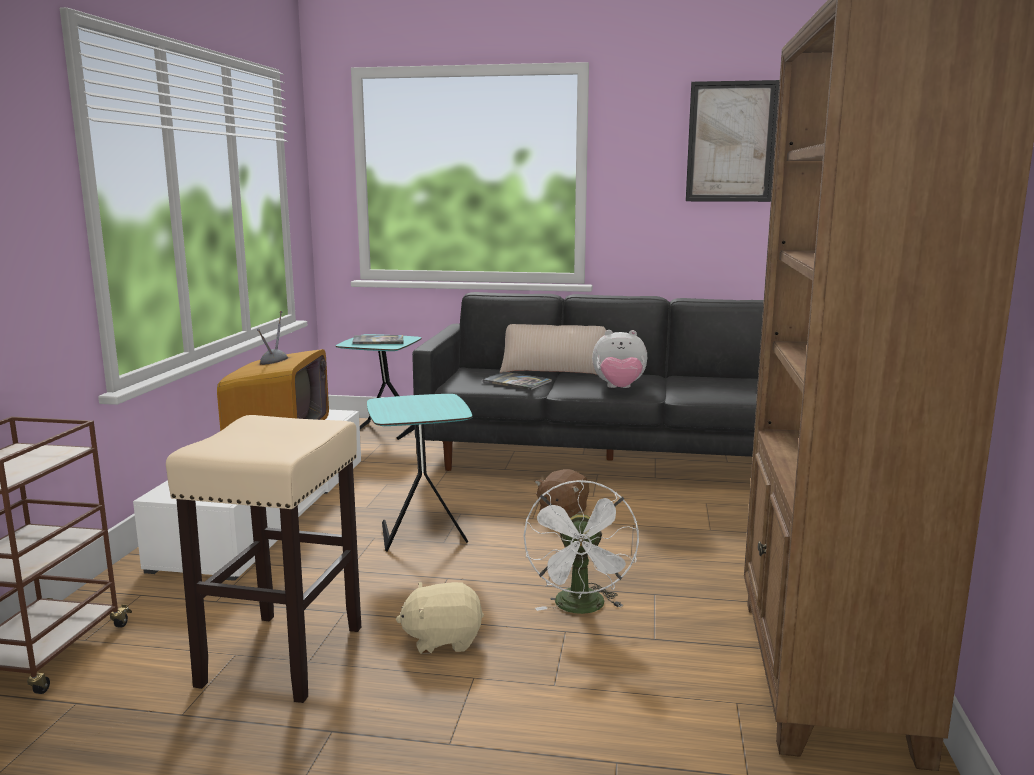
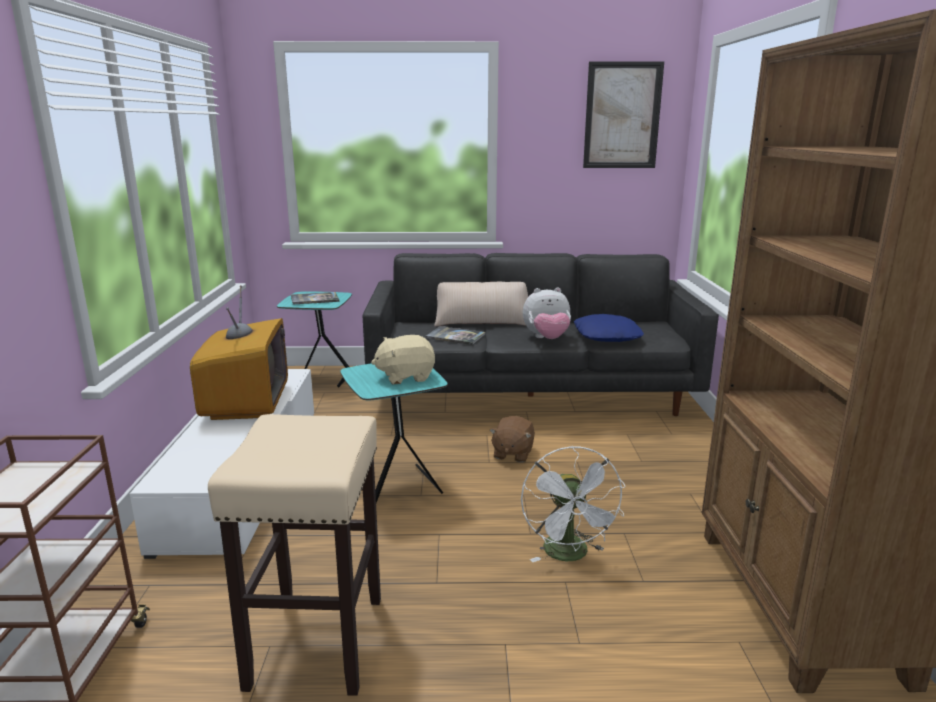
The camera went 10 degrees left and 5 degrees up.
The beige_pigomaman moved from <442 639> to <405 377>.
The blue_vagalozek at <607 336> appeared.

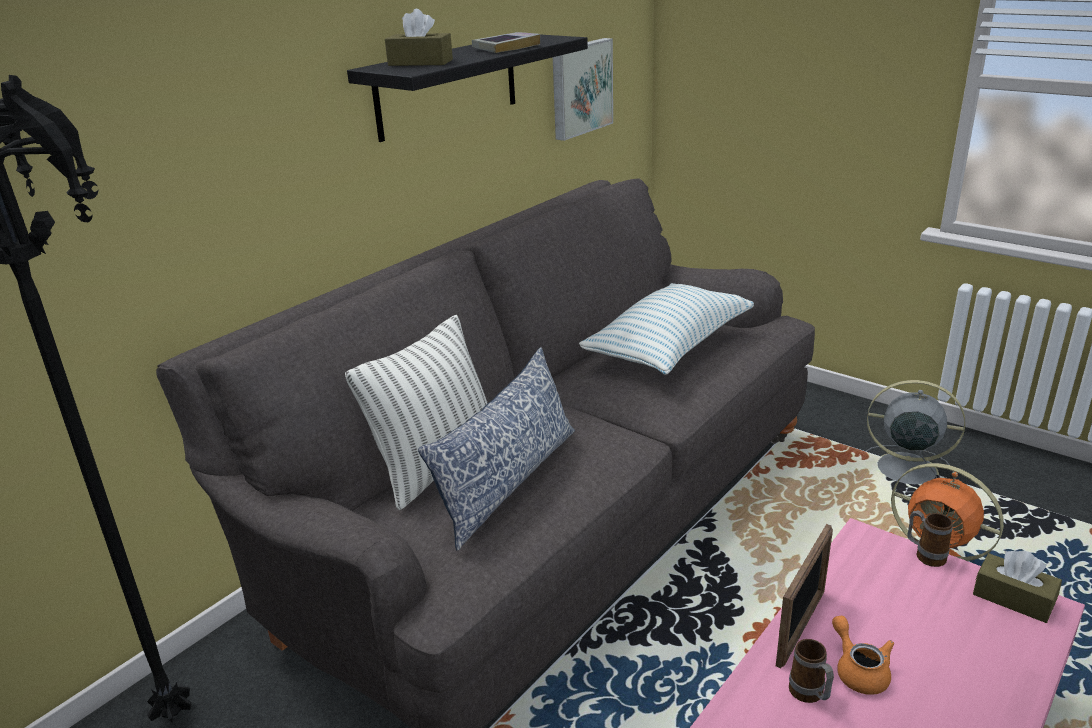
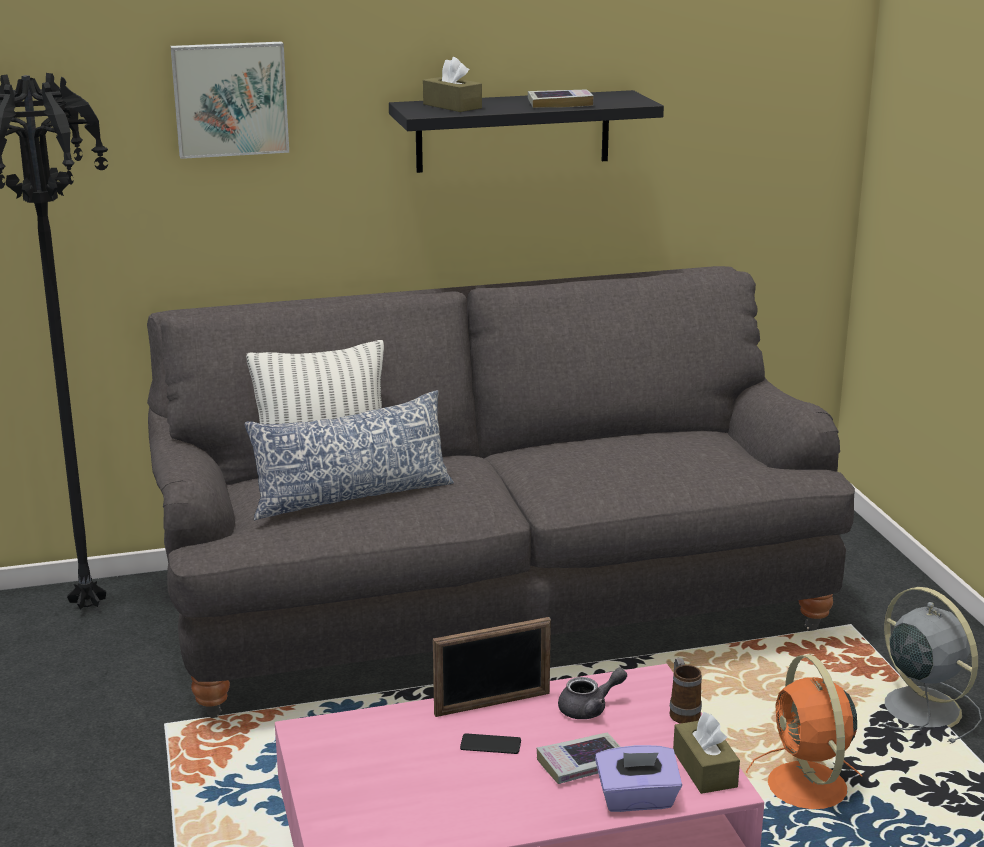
The camera went 35 degrees right and 5 degrees down.
The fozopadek moved from <580 88> to <230 99>.
The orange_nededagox at <859 670> was replaced by the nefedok at <490 744>.
The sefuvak at <583 764> appeared.
The grey_nededagox at <589 708> appeared.
The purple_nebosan at <637 800> appeared.
The vagalozek at <669 348> disappeared.
The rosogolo at <810 696> disappeared.

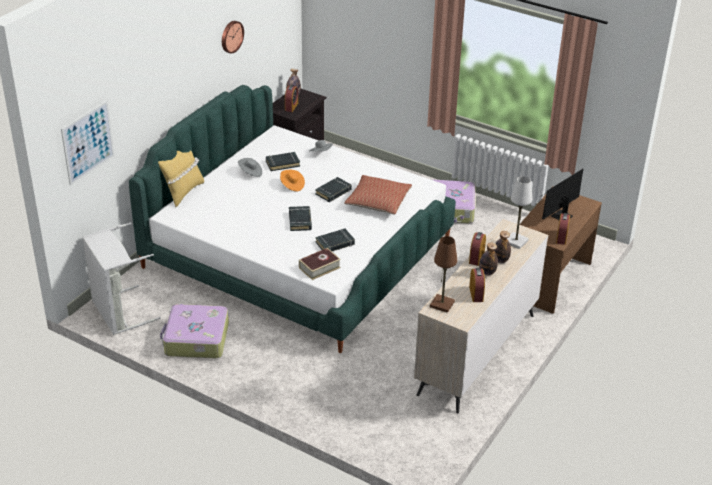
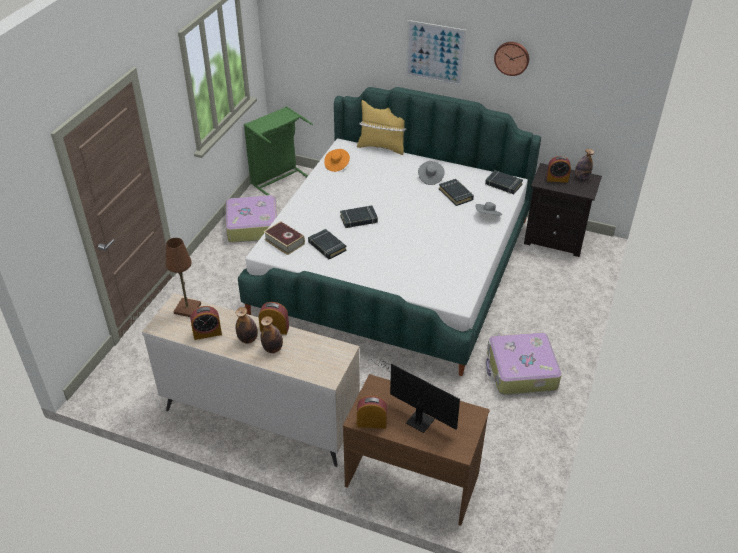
The camera went 80 degrees right and 5 degrees up.
The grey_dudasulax at <118 312> became the green_dudasulax at <279 180>.
The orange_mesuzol moved from <292 185> to <337 165>.
The fozopadek moved from <88 142> to <435 53>.
The black_sefuvak moved from <333 192> to <503 184>.
The vagalozek at <378 202> disappeared.
The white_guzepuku at <516 241> disappeared.

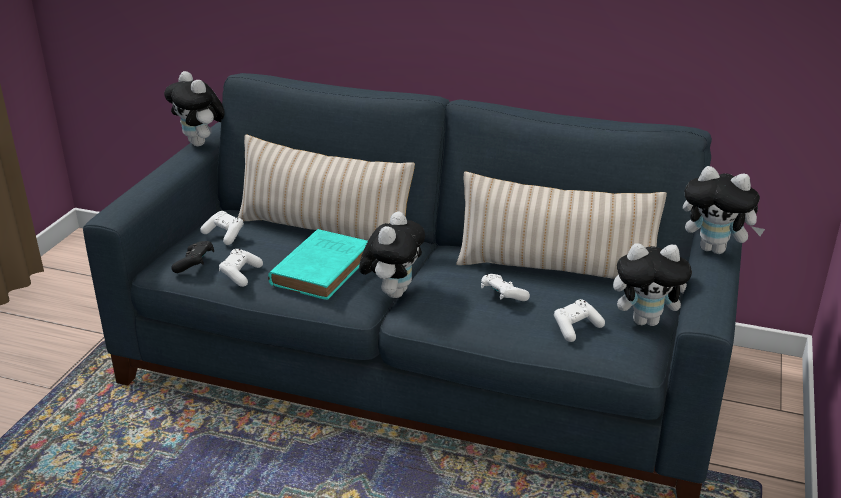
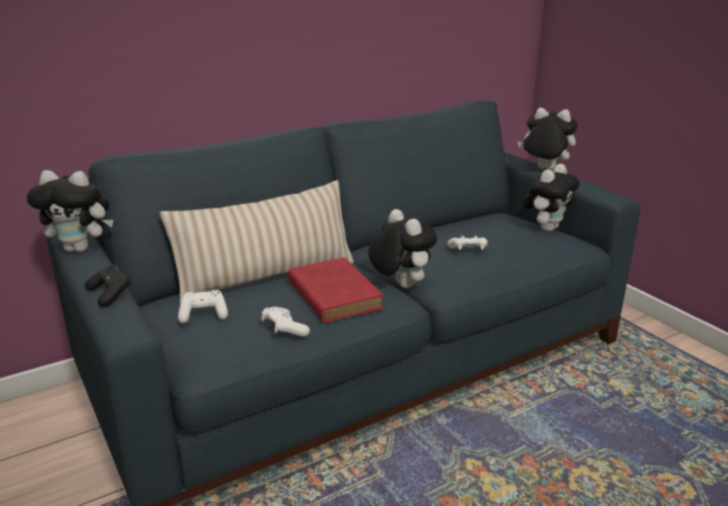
The camera went 50 degrees left and 5 degrees down.
The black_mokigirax moved from <195 264> to <111 294>.
The turquoise_sefuvak at <323 268> became the red_sefuvak at <333 294>.
The pigomaman at <715 249> turned 135 degrees counterclockwise.
The beige_vagalozek at <555 269> disappeared.
The white_mokigirax at <576 328> disappeared.

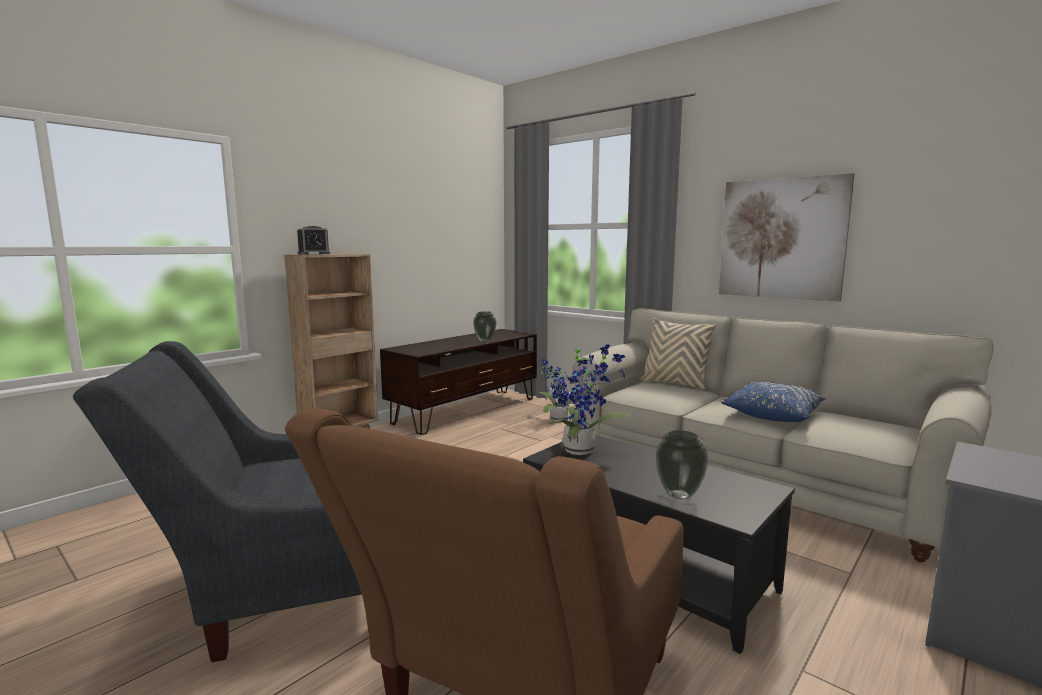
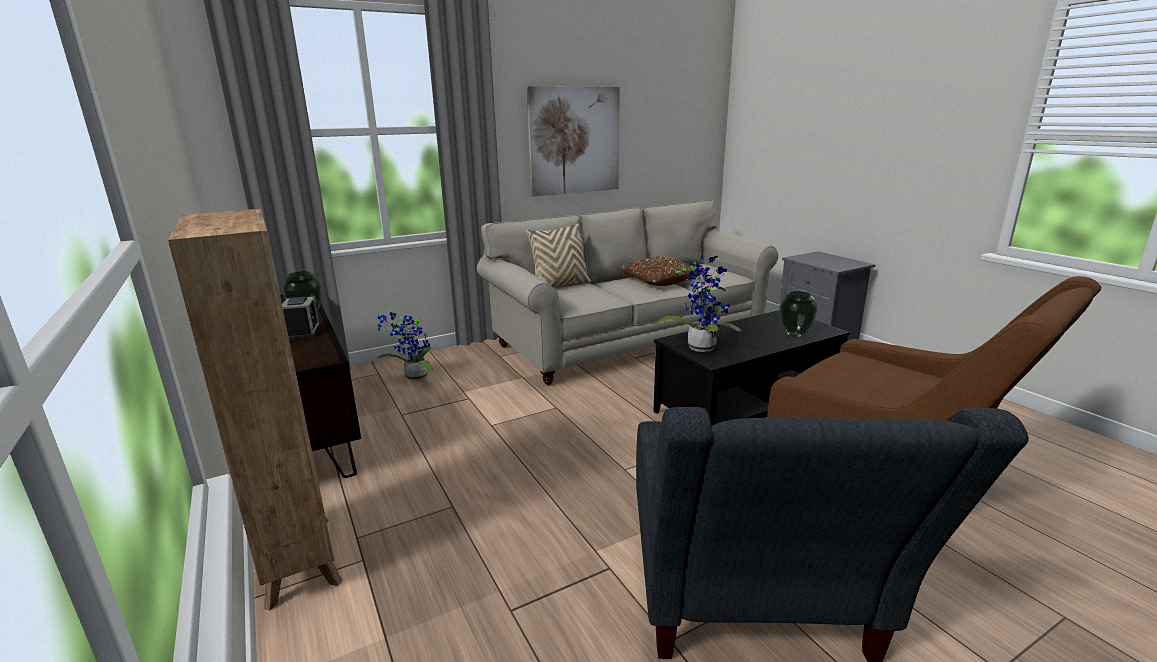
The camera went 70 degrees left and 10 degrees up.
The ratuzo moved from <314 254> to <303 332>.
The blue_vagalozek at <773 415> became the brown_vagalozek at <658 282>.

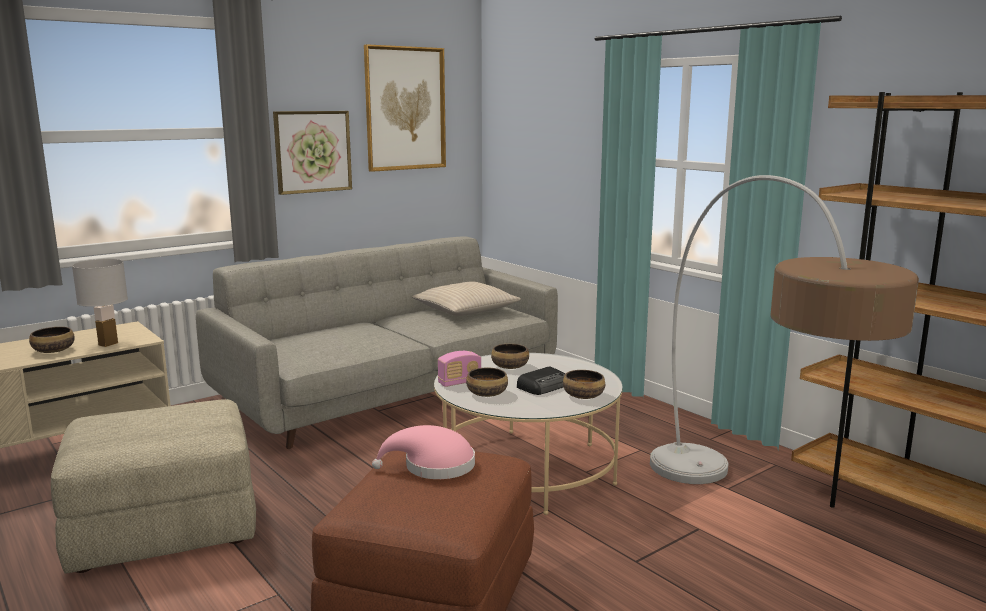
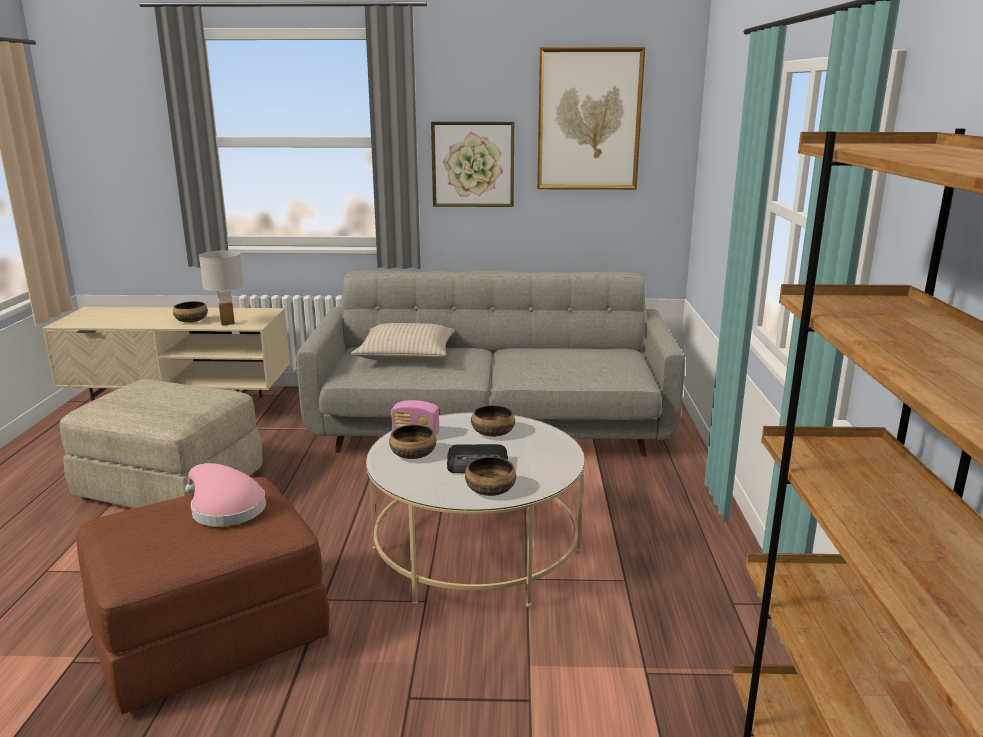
The camera went 40 degrees right and 5 degrees up.
The beige_vagalozek moved from <465 310> to <406 355>.
The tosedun at <753 517> disappeared.

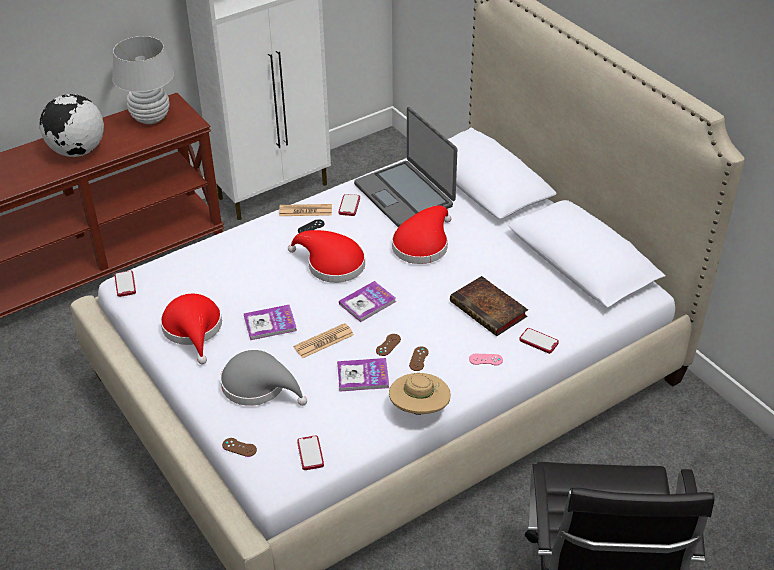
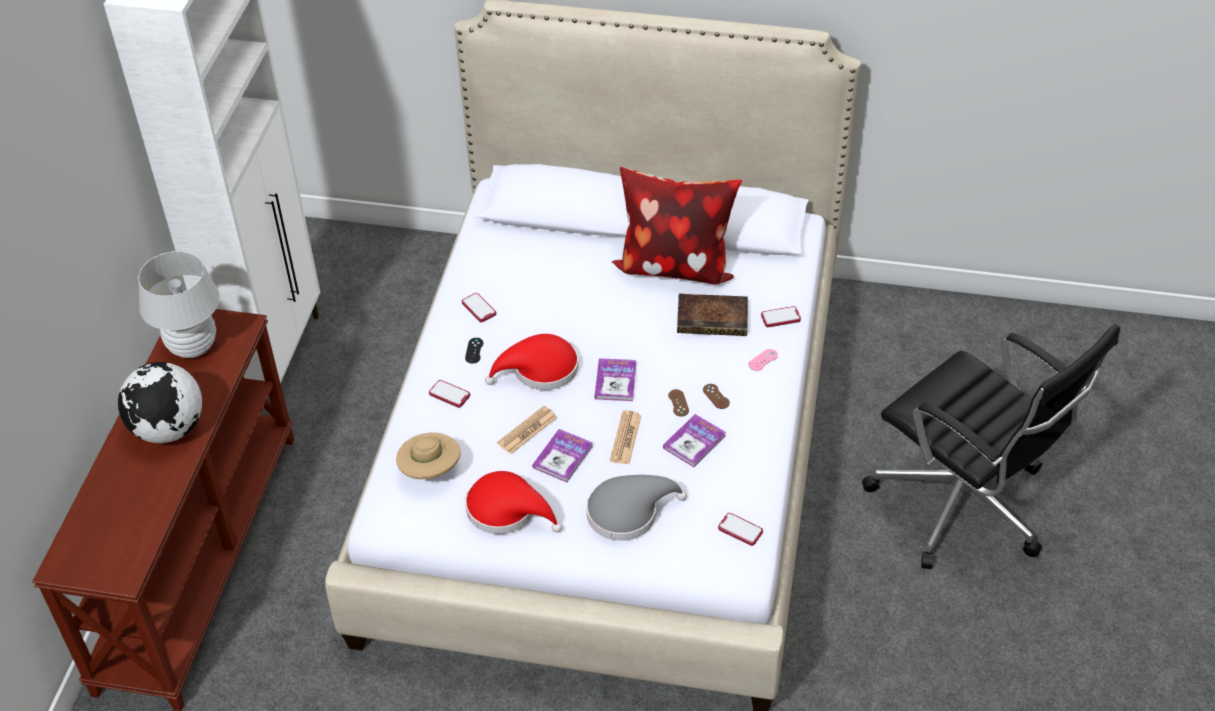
The camera went 45 degrees left and 5 degrees up.
The beige_mesuzol moved from <419 409> to <430 471>.
The nefedok moved from <125 284> to <449 394>.
The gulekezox moved from <305 211> to <527 430>.
The vagalozek at <674 265> appeared.
The brown_mokigirax at <239 447> disappeared.
The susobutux at <405 194> disappeared.
The red_mesuzol at <422 244> disappeared.

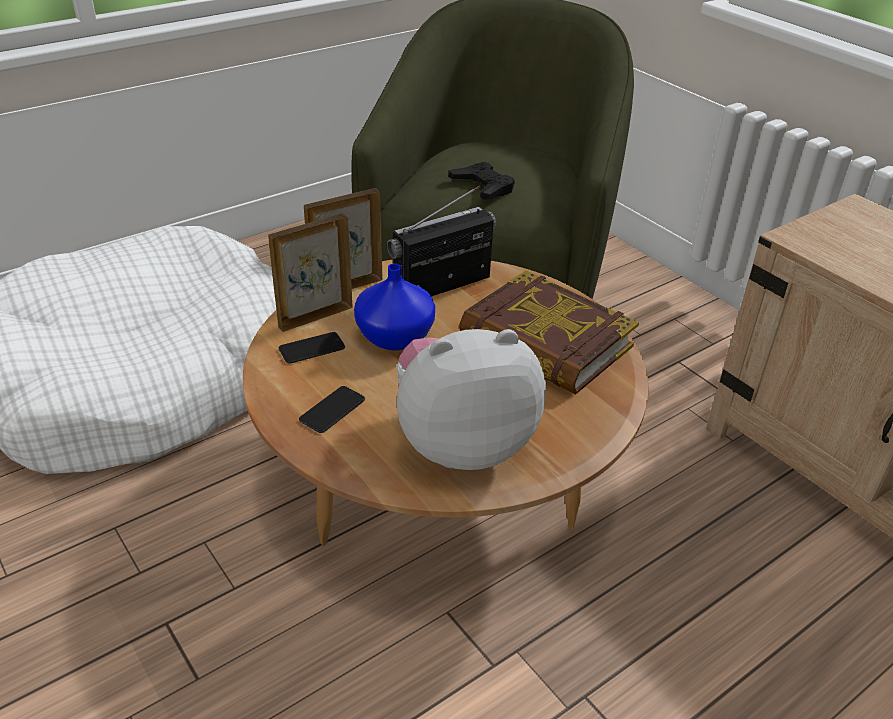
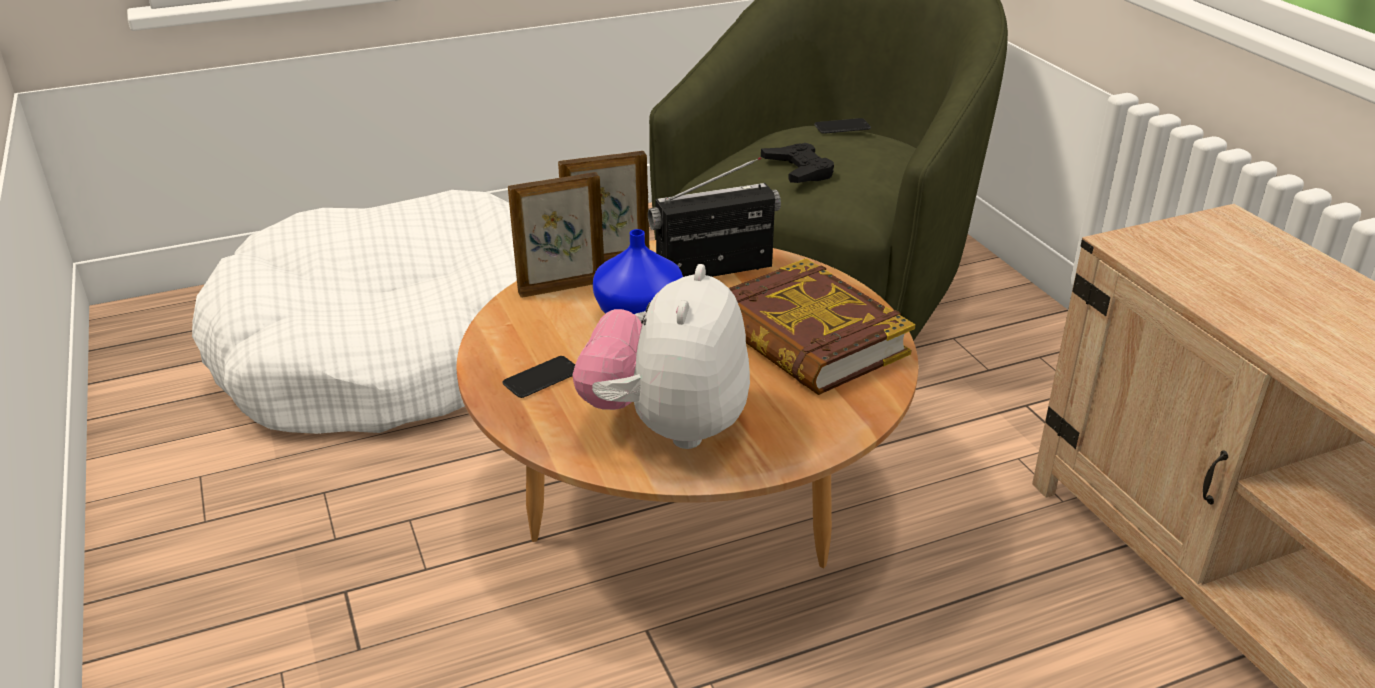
The camera went 15 degrees right and 5 degrees down.
The pigomaman at <462 442> turned 75 degrees counterclockwise.
The nefedok moved from <312 349> to <842 127>.

